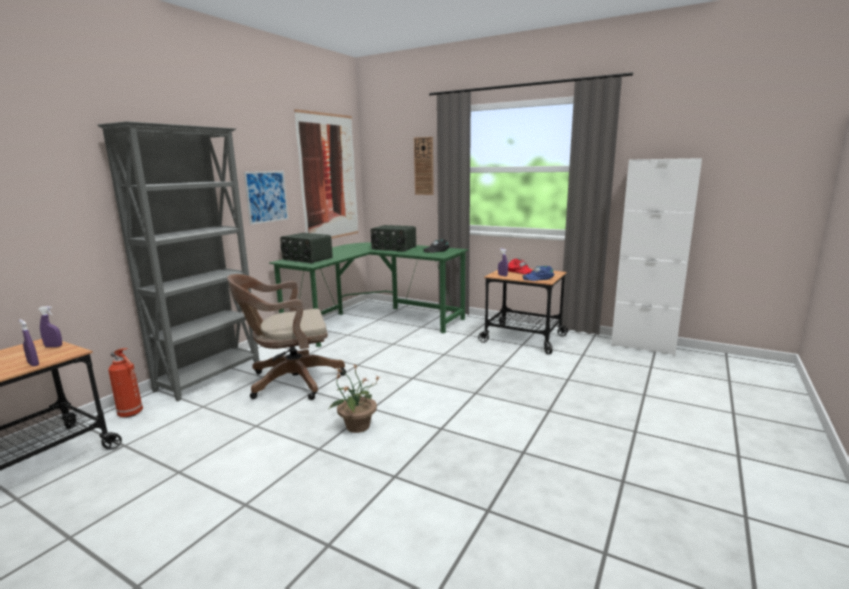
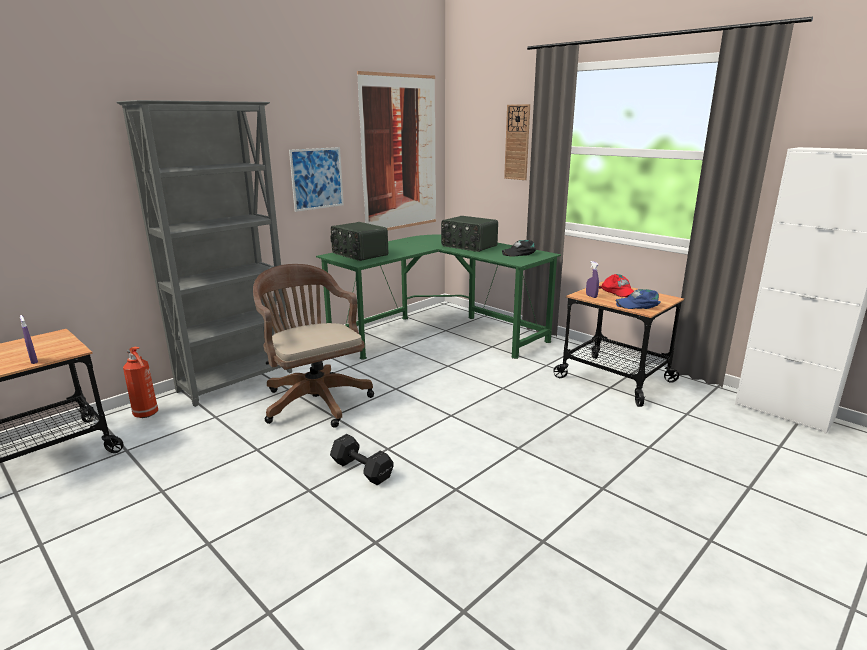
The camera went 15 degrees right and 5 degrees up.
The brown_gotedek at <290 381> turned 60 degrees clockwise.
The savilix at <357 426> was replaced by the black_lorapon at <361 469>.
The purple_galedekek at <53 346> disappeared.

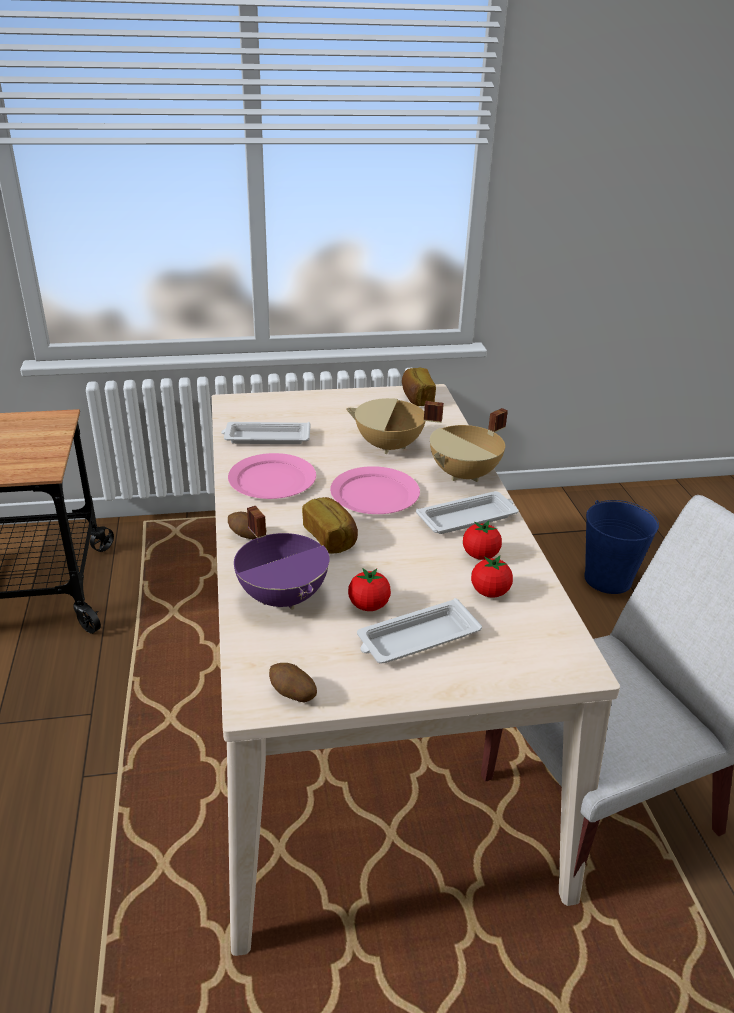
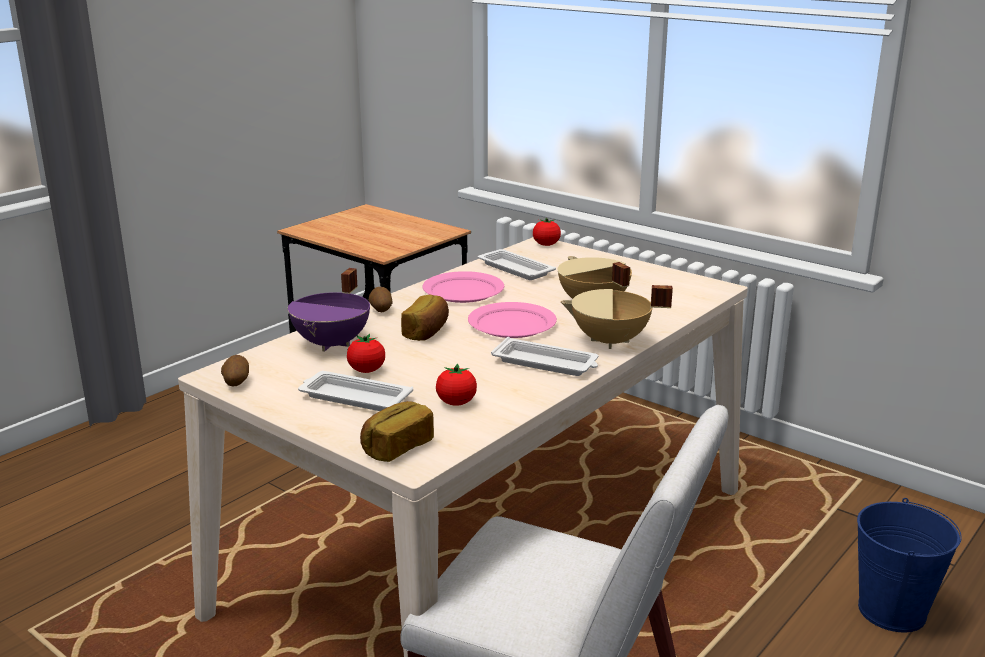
The camera went 50 degrees right and 10 degrees down.
The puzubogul moved from <416 398> to <396 447>.
The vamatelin moved from <480 555> to <546 245>.

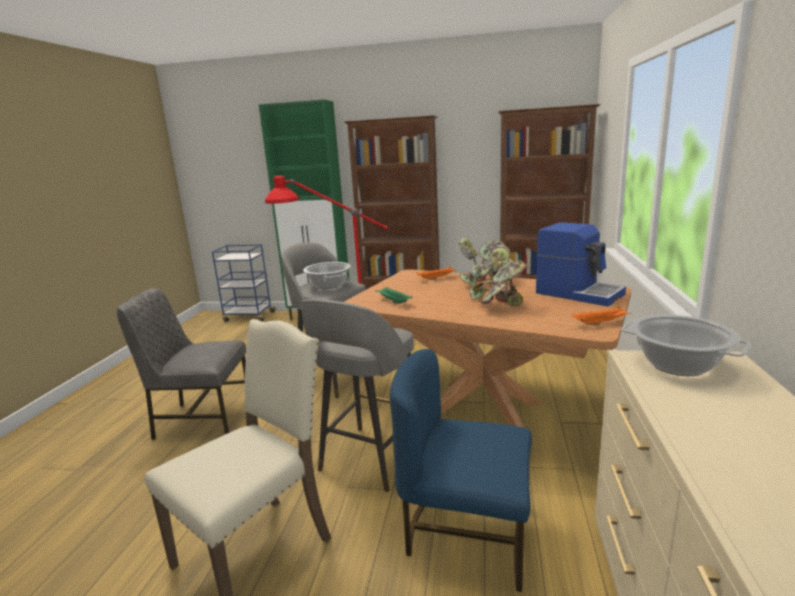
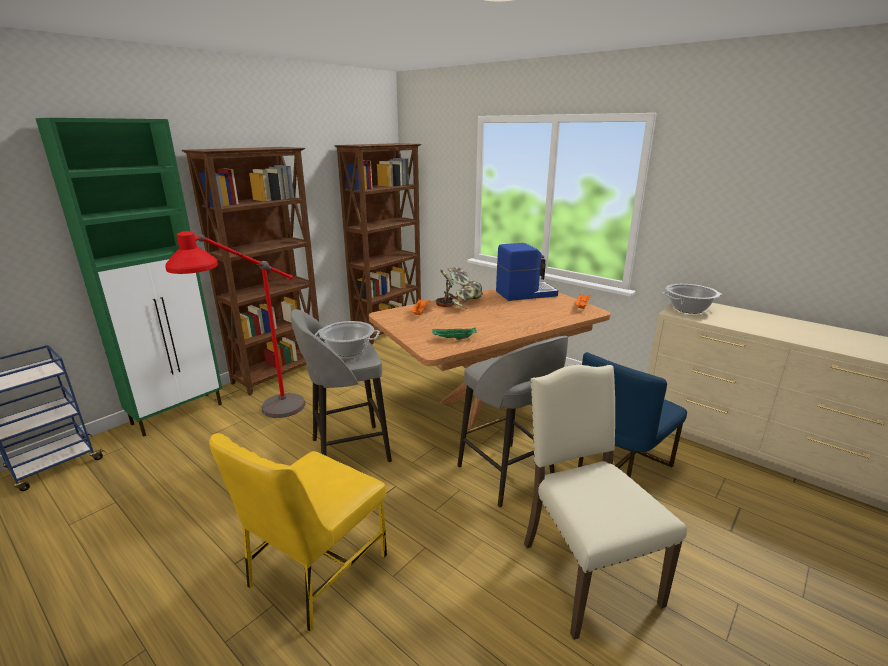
The camera went 60 degrees left and 5 degrees up.
The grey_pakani at <202 419> became the yellow_pakani at <315 570>.
The savilix at <497 303> disappeared.

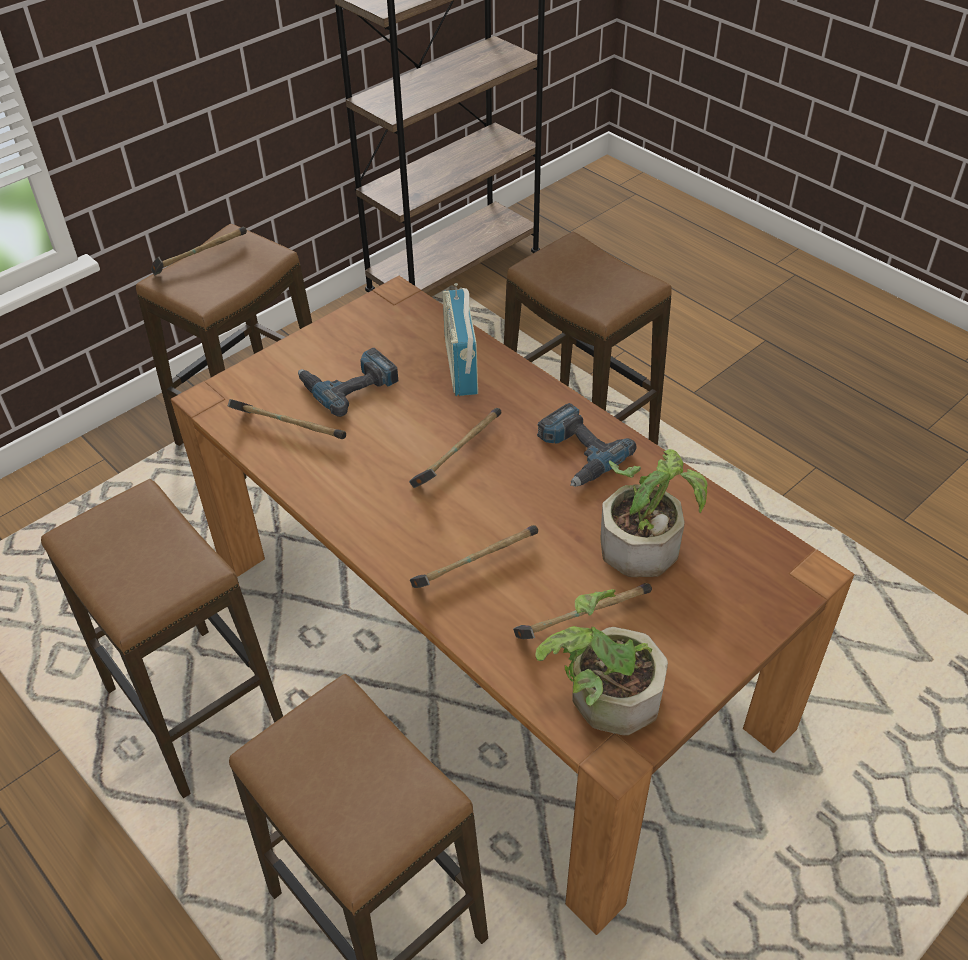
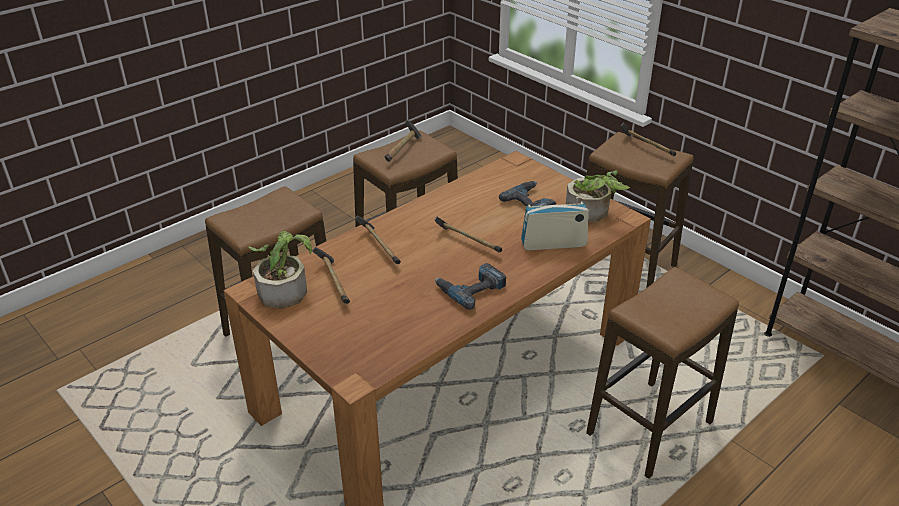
The camera went 90 degrees right and 10 degrees down.
The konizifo moved from <287 429> to <403 150>.
The savilix moved from <645 539> to <592 213>.

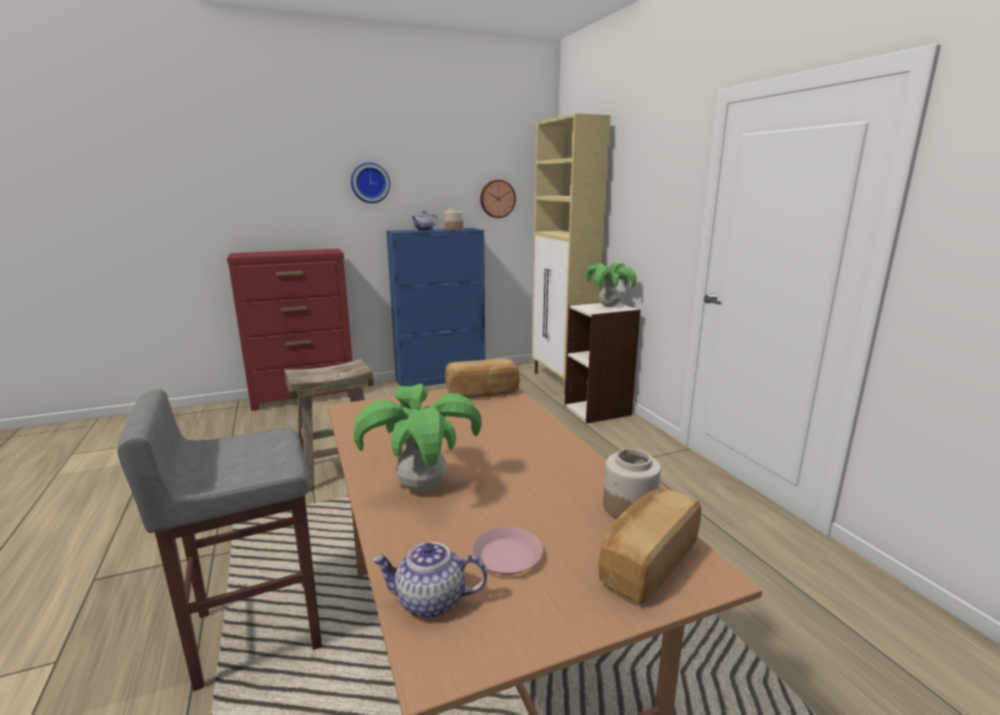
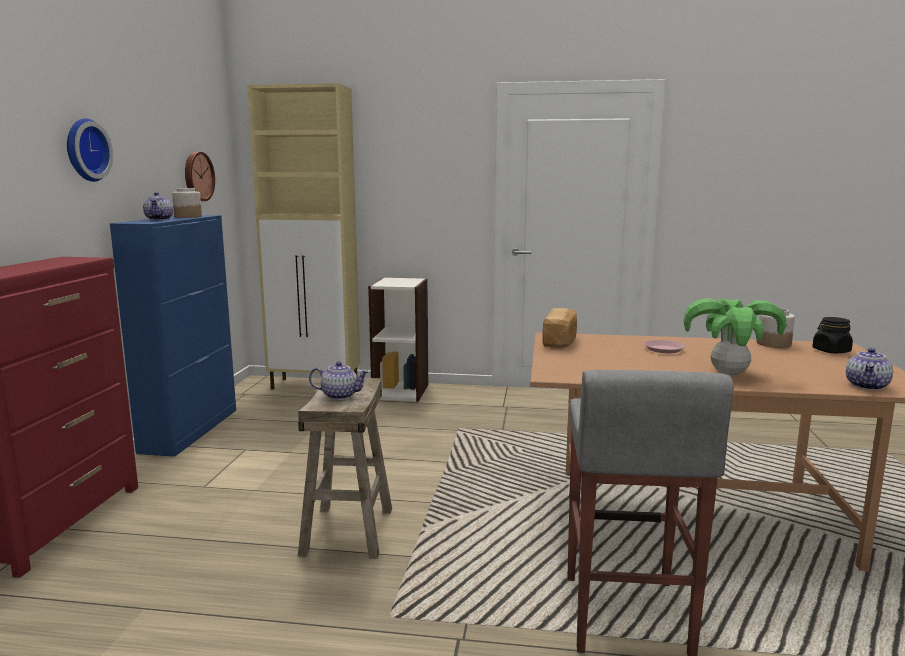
The camera went 60 degrees left and 5 degrees down.
The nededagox at <340 395> appeared.
The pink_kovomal moved from <507 556> to <663 349>.
The puzubogul at <646 563> was replaced by the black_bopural at <831 351>.
The savilix at <609 306> disappeared.

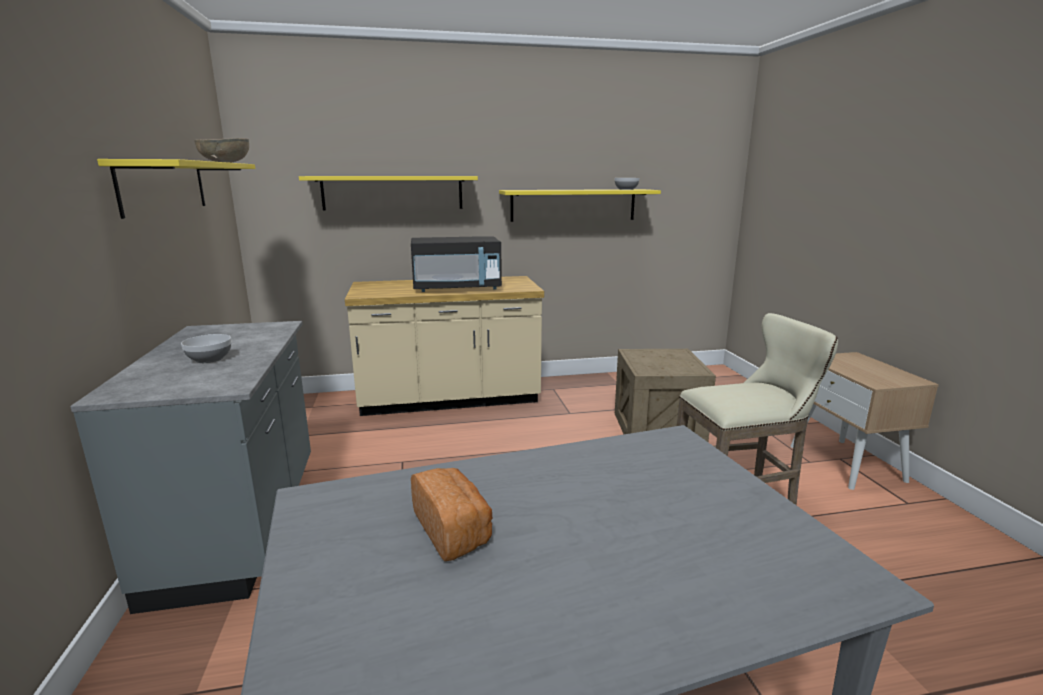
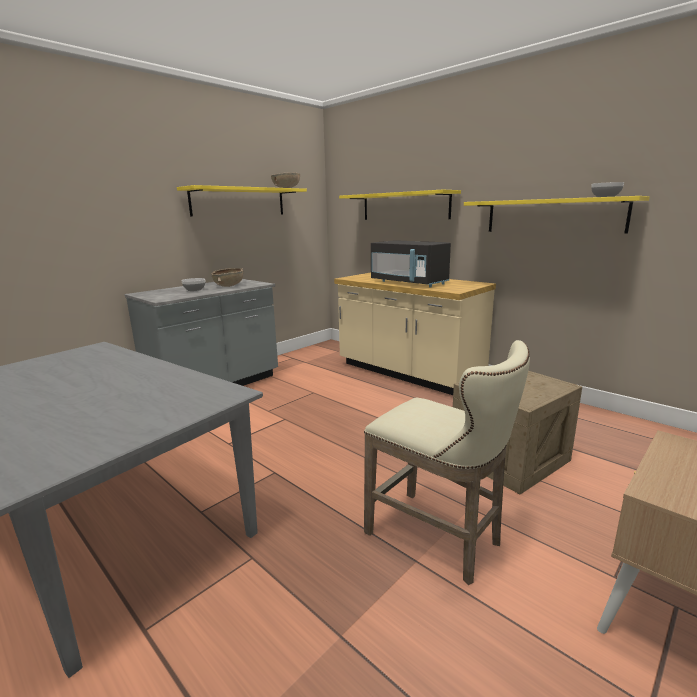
The camera went 55 degrees right and 0 degrees up.
The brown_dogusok at <229 286> appeared.
The puzubogul at <453 530> disappeared.

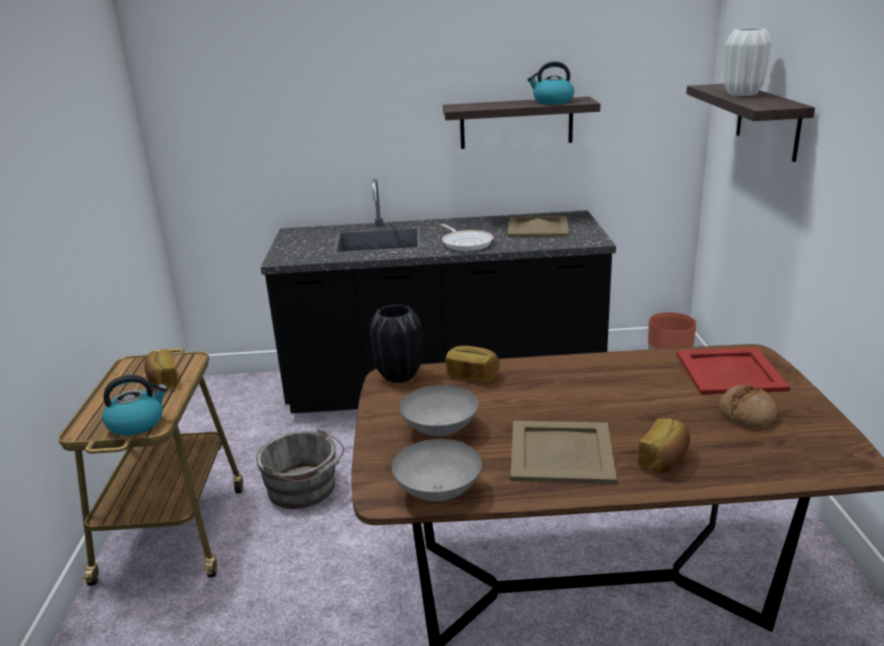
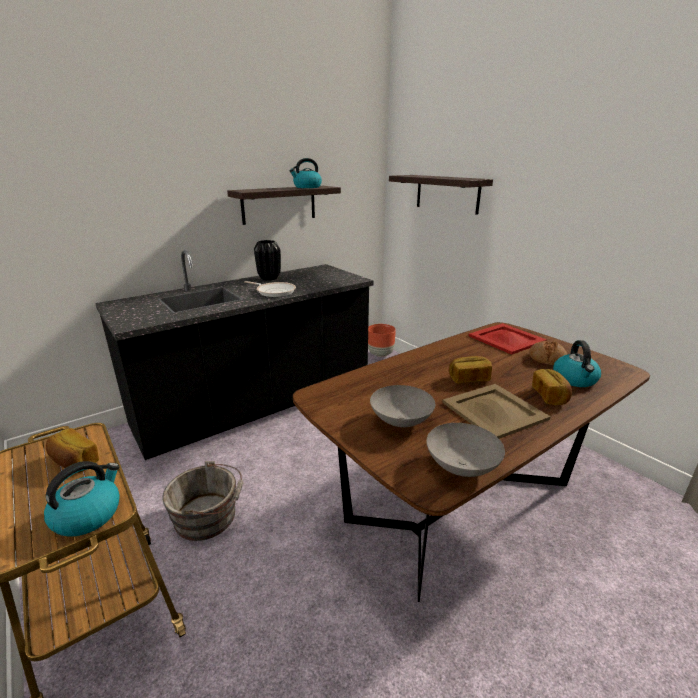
The camera went 35 degrees left and 0 degrees up.
The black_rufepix moved from <399 375> to <269 278>.
The puzubogul moved from <472 375> to <469 378>.
The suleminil at <575 379> appeared.
The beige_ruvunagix at <537 227> disappeared.
The white_rufepix at <741 94> disappeared.

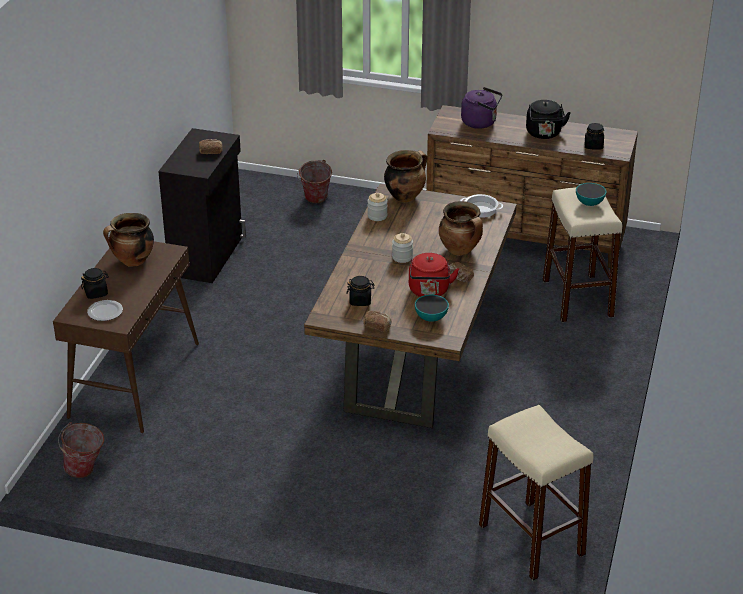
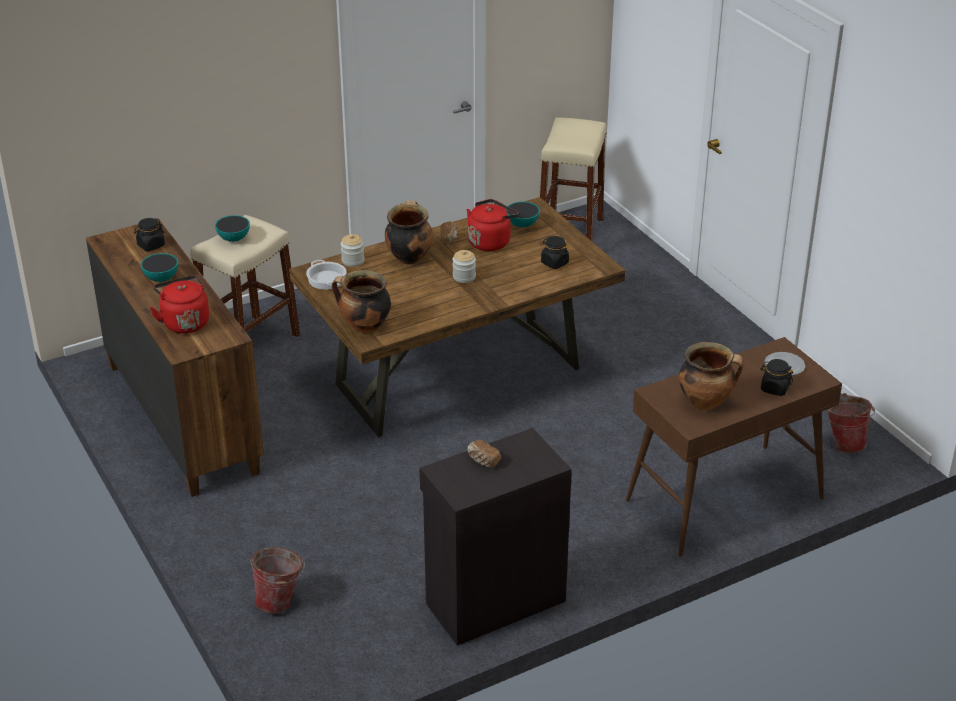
The camera went 135 degrees left and 0 degrees up.
The black_suleminil at <544 134> was replaced by the dogusok at <161 278>.
The purple_suleminil at <481 122> became the red_suleminil at <184 322>.
The bopural moved from <377 216> to <353 261>.
The puzubogul at <377 326> disappeared.

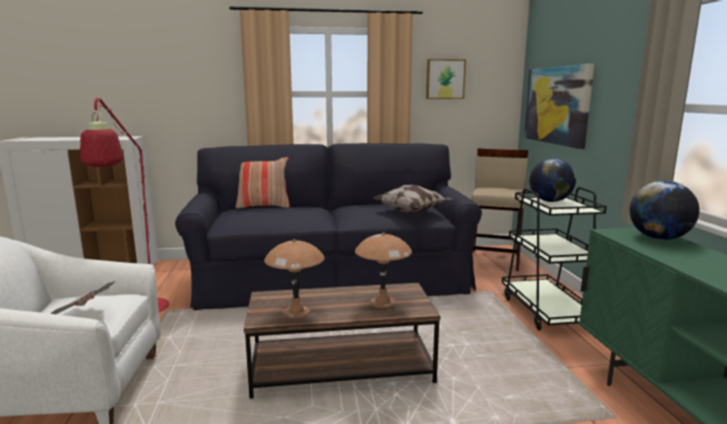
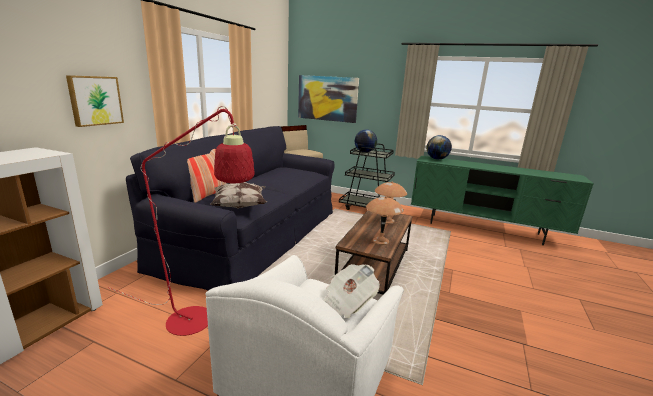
The camera went 60 degrees left and 5 degrees up.
The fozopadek moved from <445 79> to <95 100>.
The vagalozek moved from <412 212> to <240 206>.

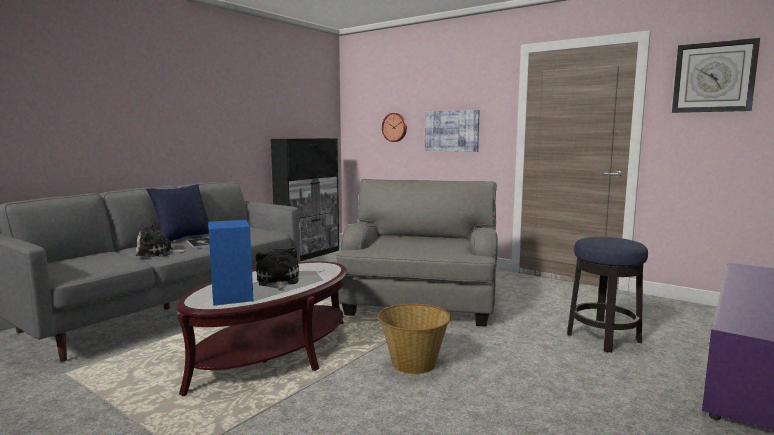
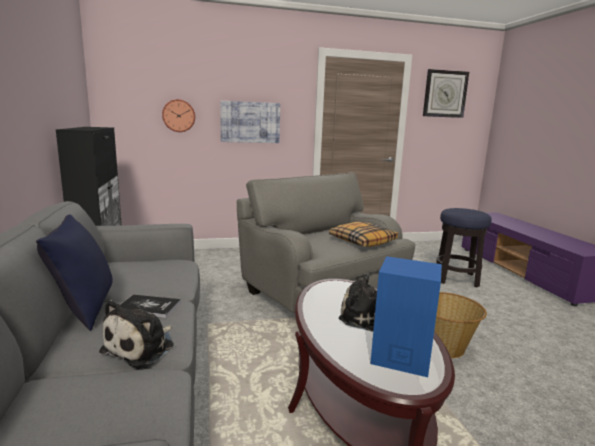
The camera went 50 degrees left and 5 degrees up.
The vagalozek at <362 241> appeared.

